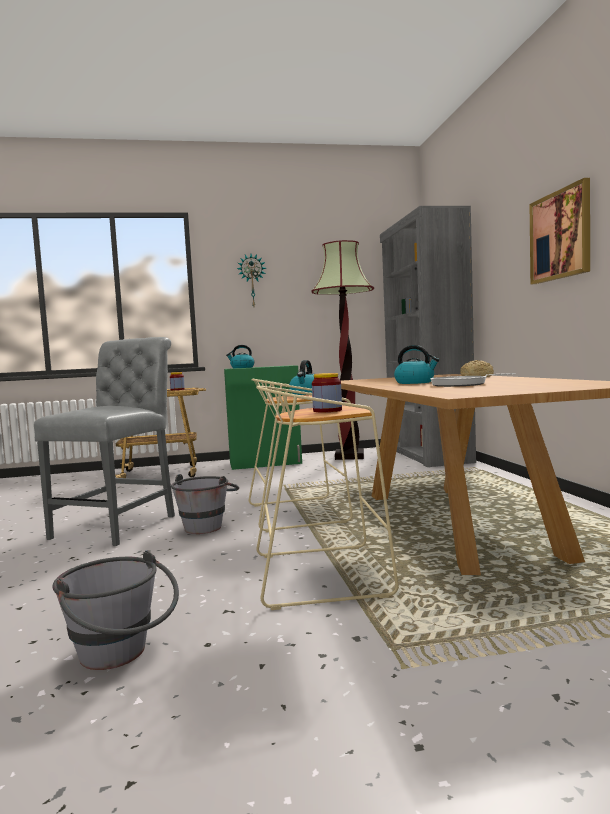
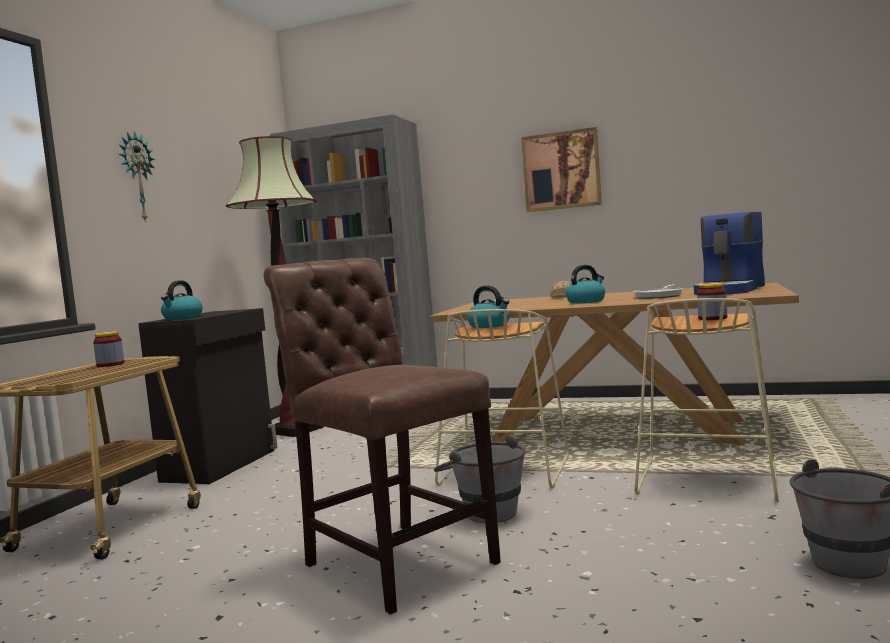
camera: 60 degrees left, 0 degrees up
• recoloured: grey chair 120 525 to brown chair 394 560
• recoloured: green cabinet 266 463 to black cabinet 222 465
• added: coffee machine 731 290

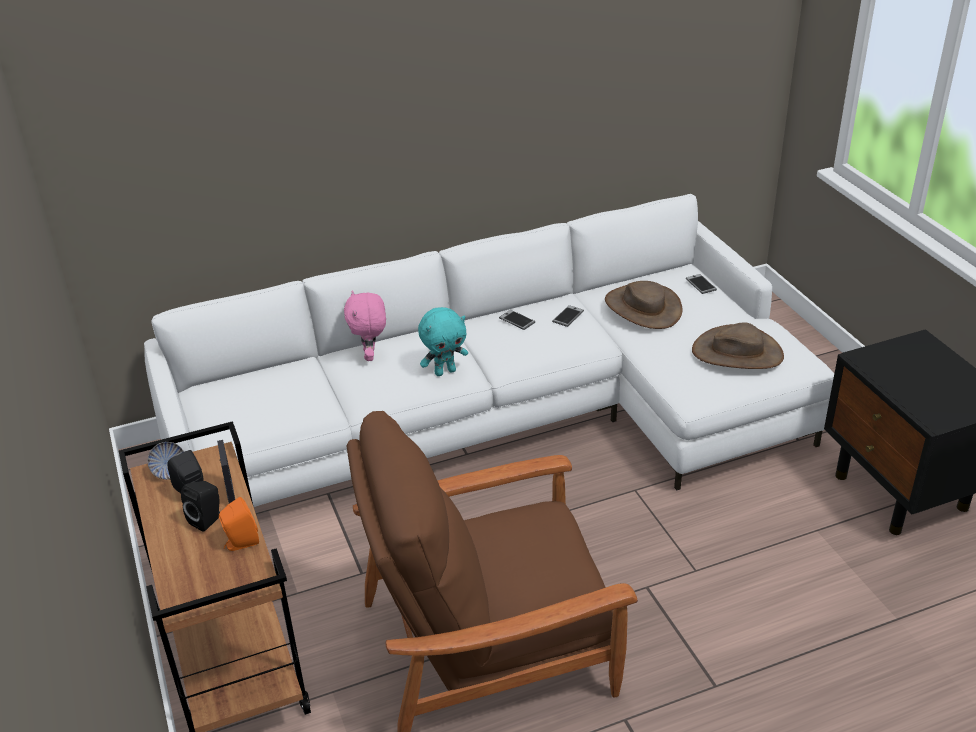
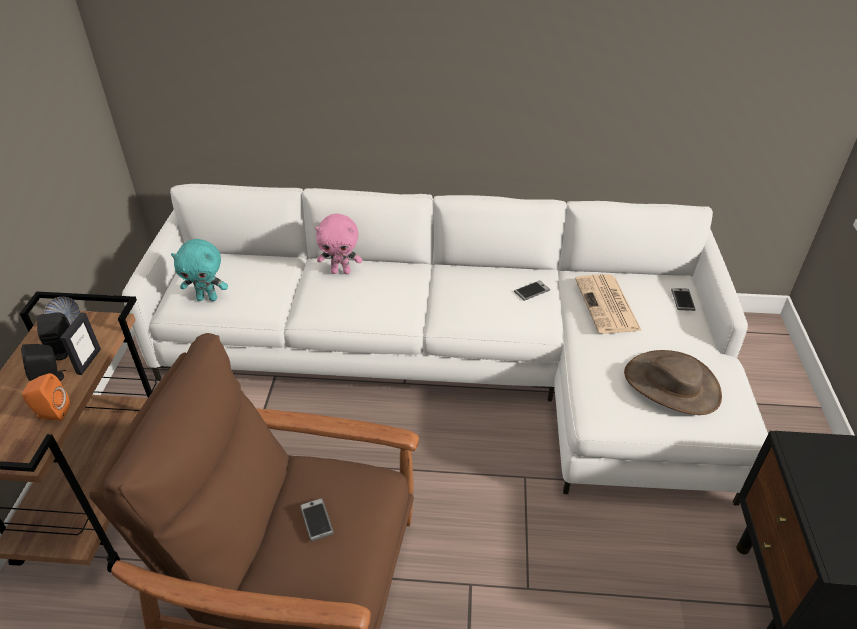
camera: 25 degrees right, 5 degrees up
• replaced: brown hat 643 308 to newspaper 608 305
• turned: pink plush toy 370 355 = 341 271 105 degrees counterclockwise
• moved: turquoise plush toy 445 371 to 207 298
• moved: phone 517 320 to 316 520

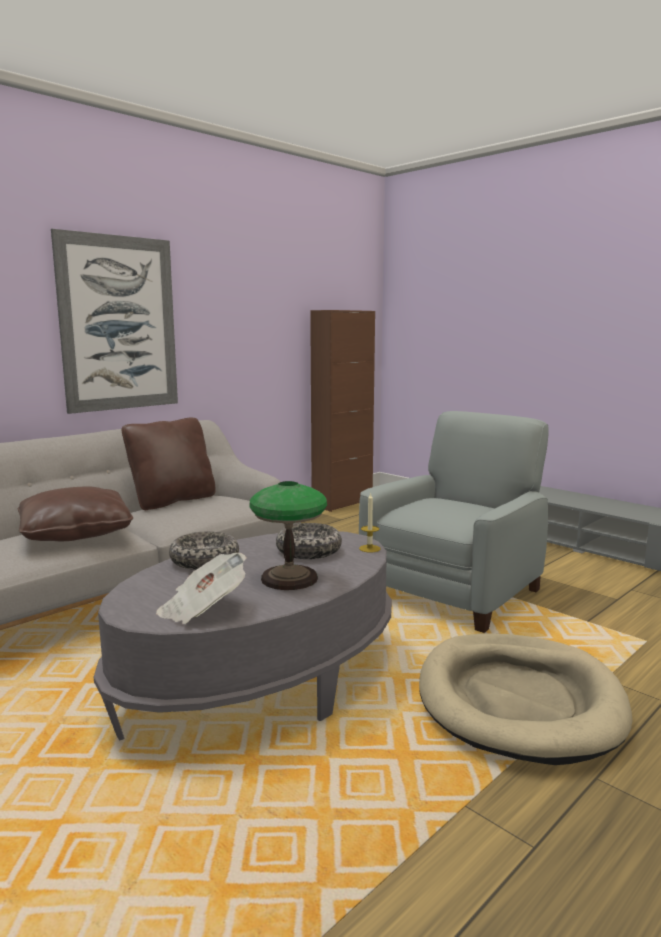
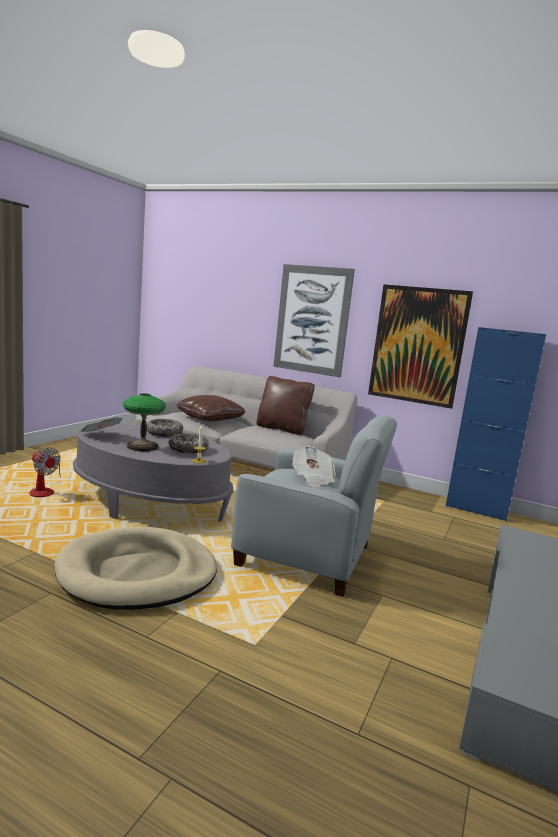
camera: 70 degrees right, 0 degrees up
• recoloured: brown cabinet 342 503 to blue cabinet 476 509
• added: picture 417 345
• added: newspaper 312 478
• added: fan 44 490

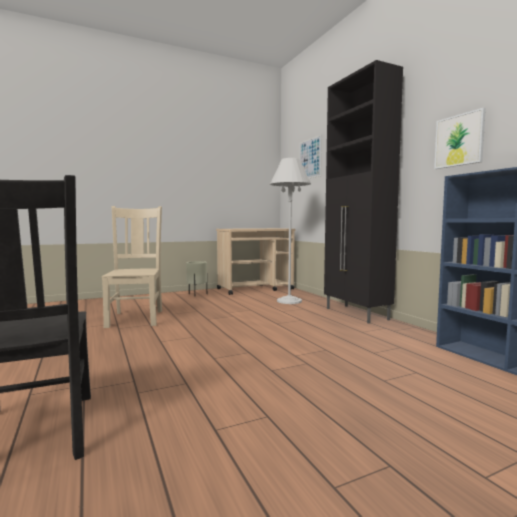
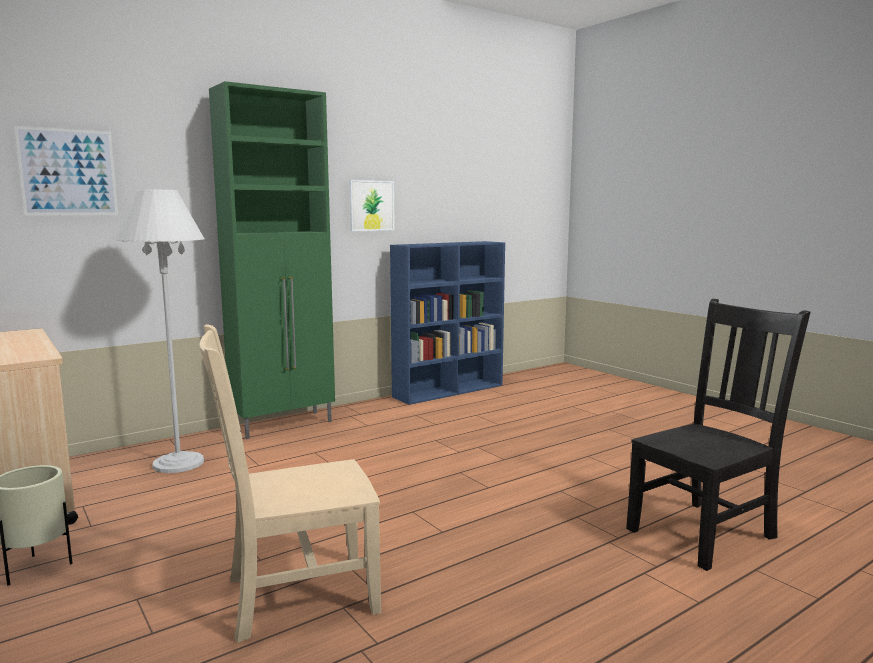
camera: 100 degrees left, 5 degrees up
• recoloured: black cabinet 356 314 to green cabinet 285 425

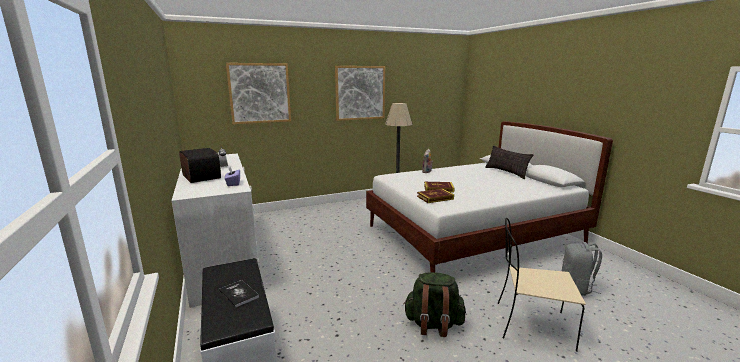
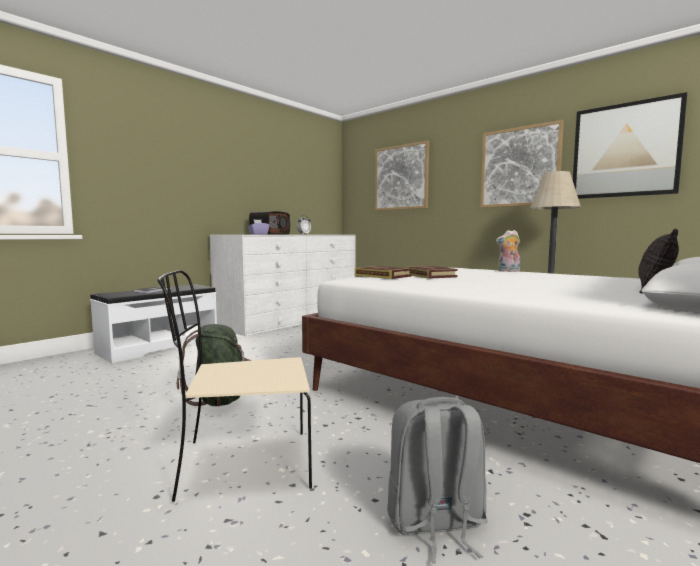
camera: 65 degrees right, 10 degrees down
• turned: beige chair 531 325 = 242 464 90 degrees counterclockwise
• added: picture 625 150

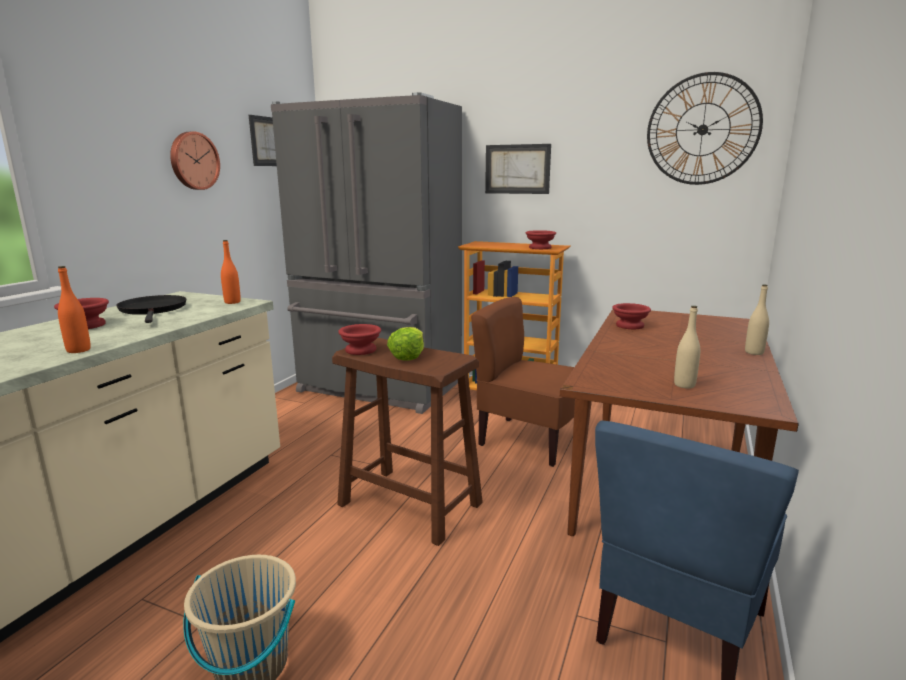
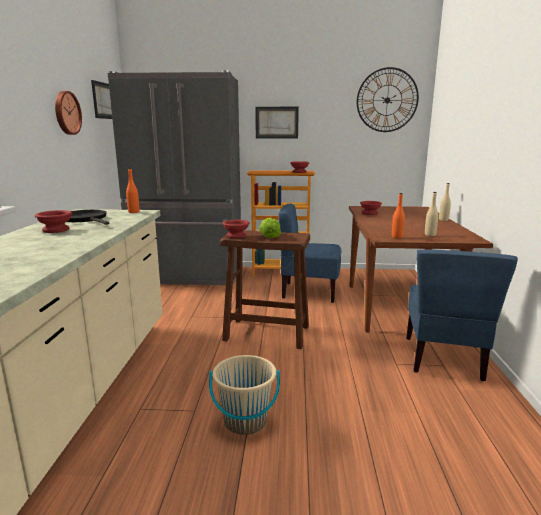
camera: 20 degrees left, 0 degrees up
• moved: orange bottle 78 350 to 397 237
• recoloured: brown chair 529 440 to blue chair 309 292

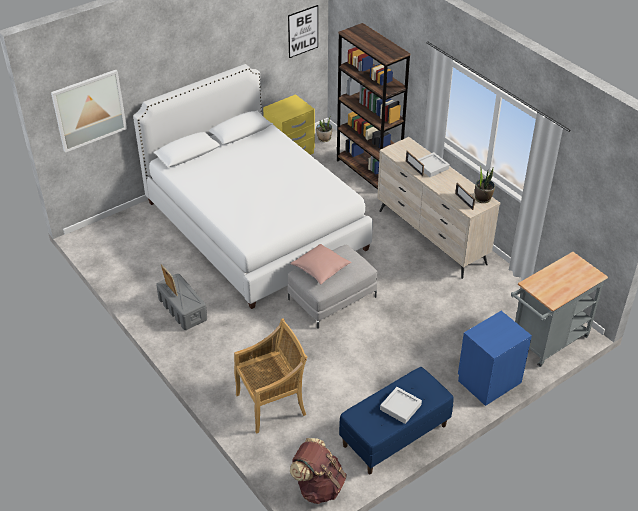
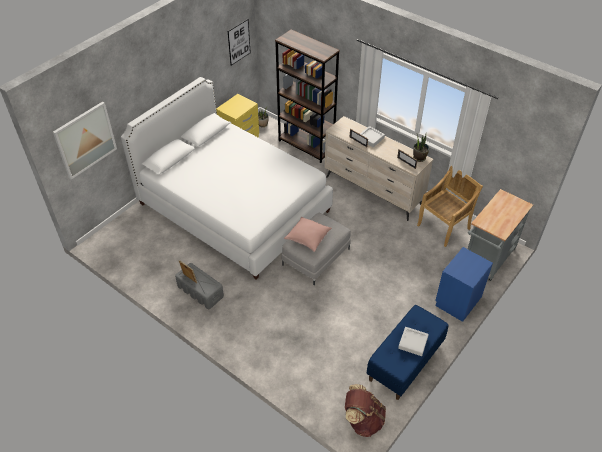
camera: 15 degrees left, 5 degrees up
• moved: beige chair 272 404 to 444 226

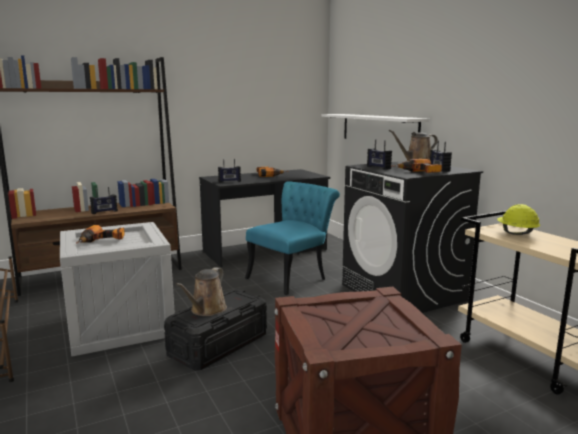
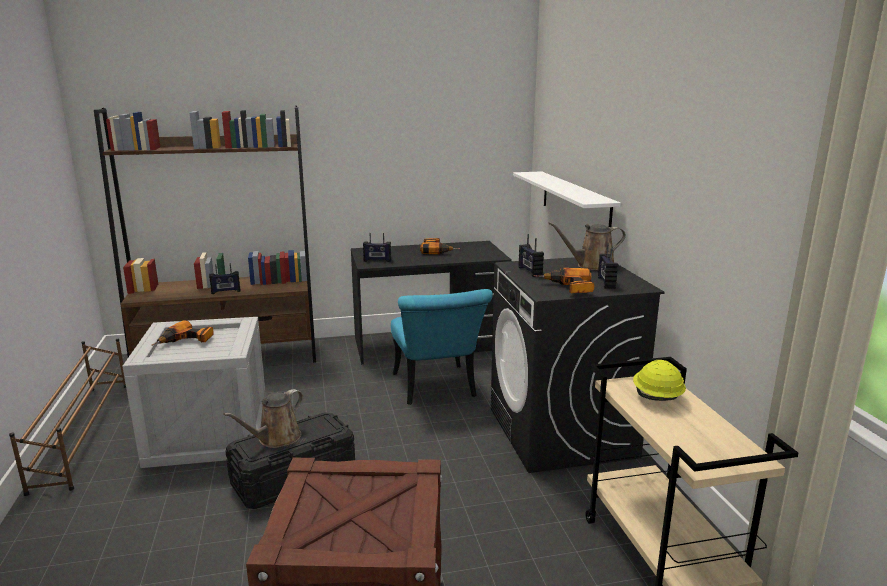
camera: 15 degrees right, 5 degrees up
• turned: turquoise chair 292 277 = 436 389 105 degrees clockwise

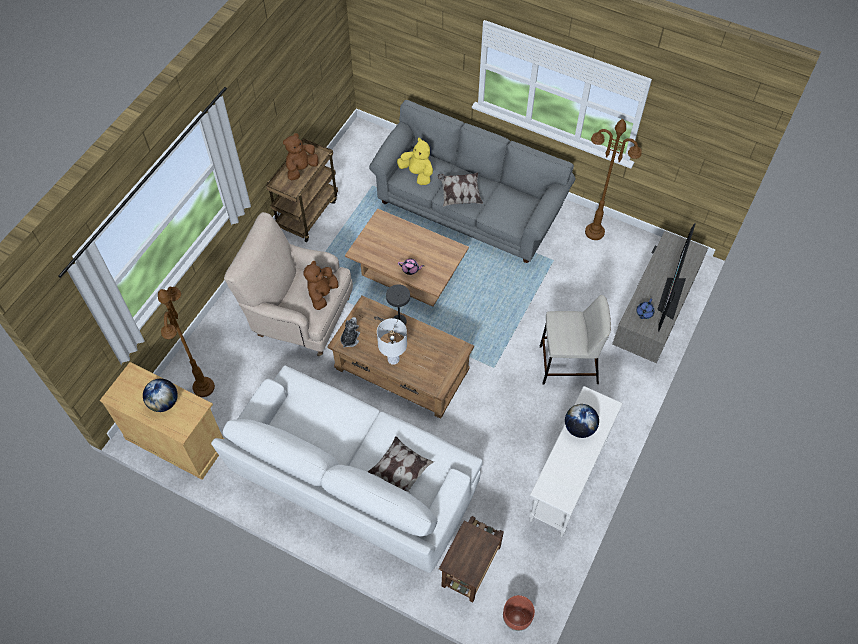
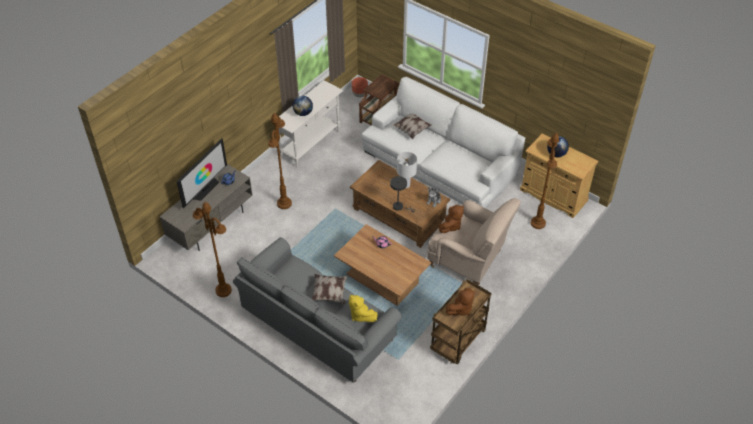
camera: 170 degrees left, 10 degrees down
• replaced: beige stool 567 365 to brown floor lamp 284 203

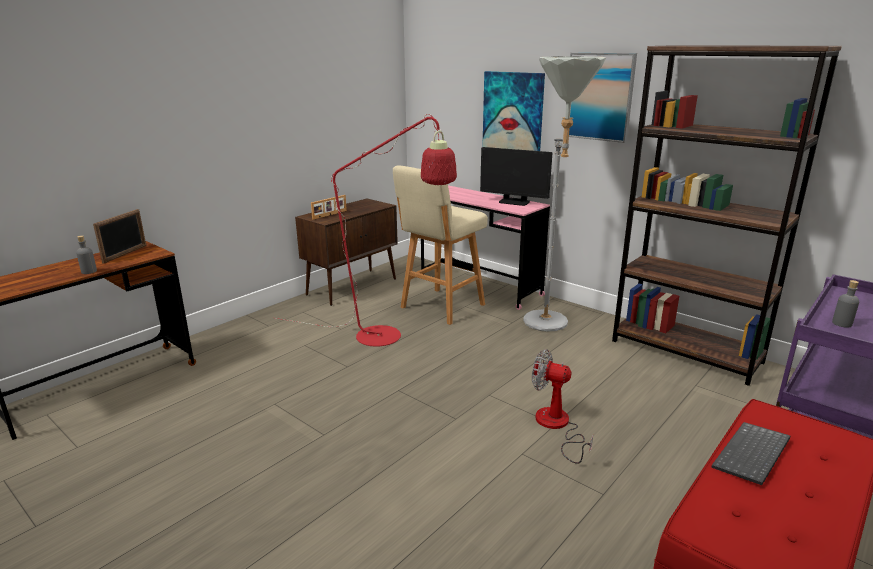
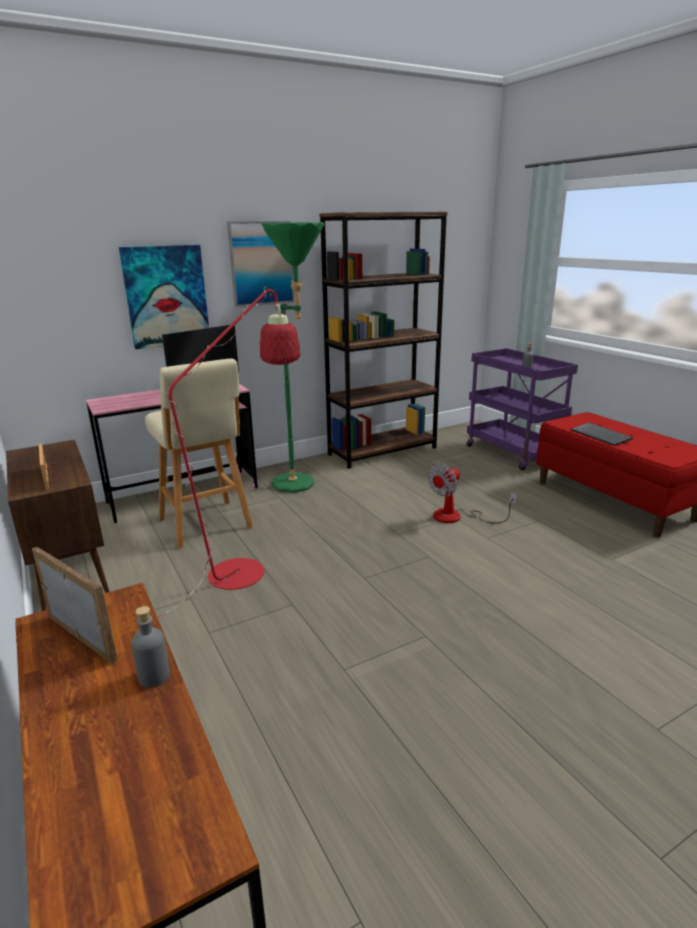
camera: 70 degrees left, 0 degrees up
• recoloured: grey floor lamp 549 326 to green floor lamp 302 484

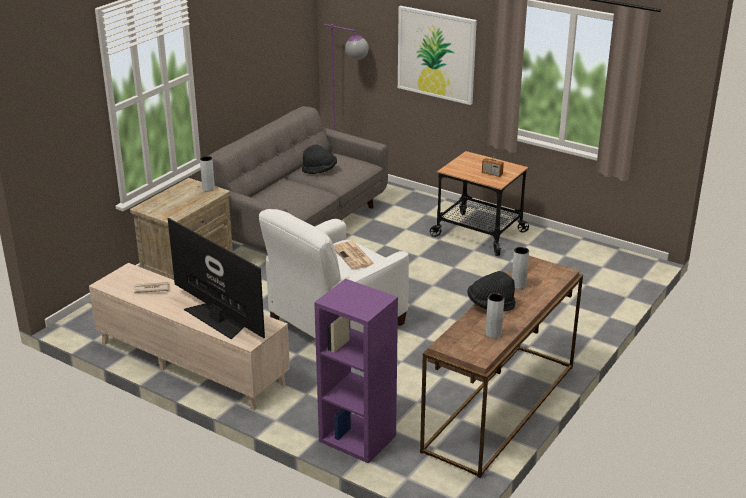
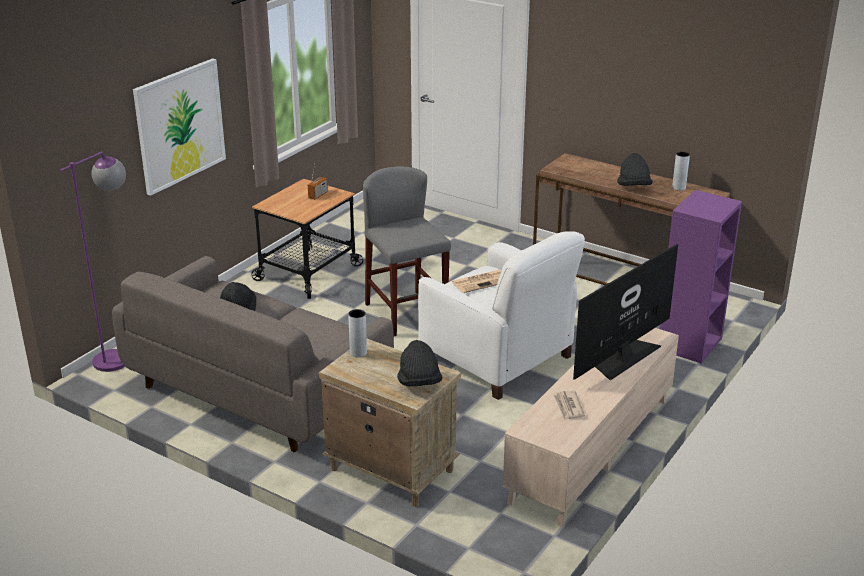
camera: 90 degrees left, 0 degrees up
• removed: grey vase 518 285
• added: grey stool 406 313
• added: black hat 419 383

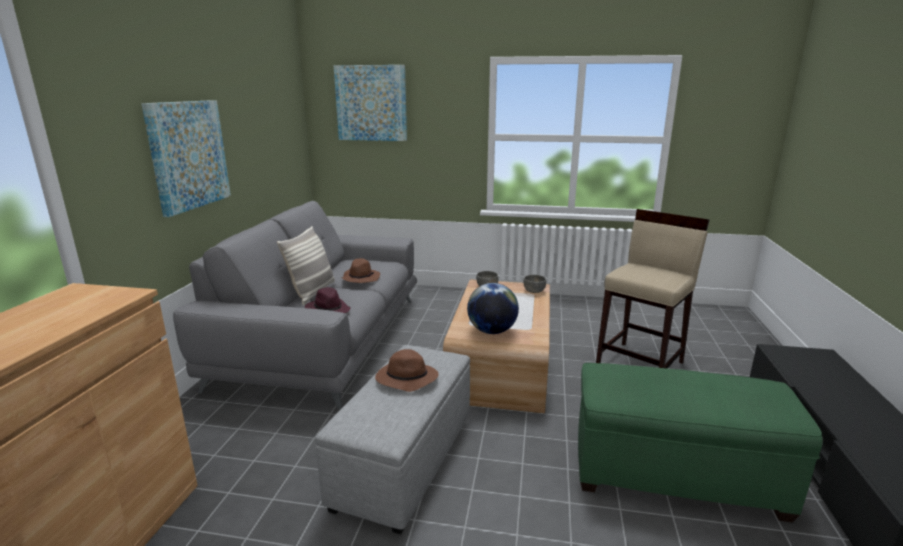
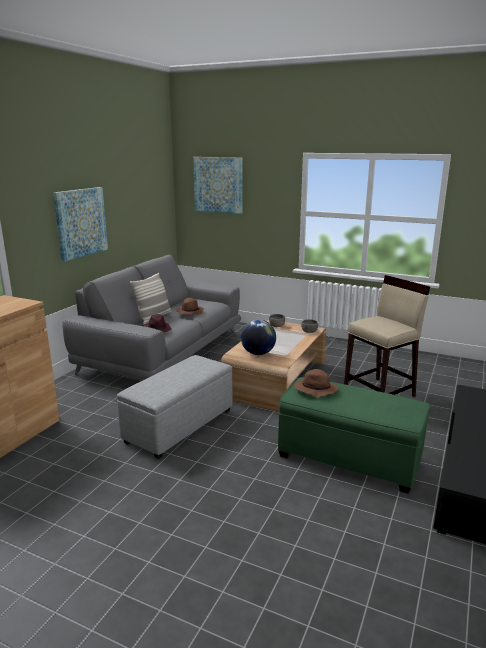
camera: 15 degrees right, 0 degrees up
• moved: brown hat 405 379 to 315 390

